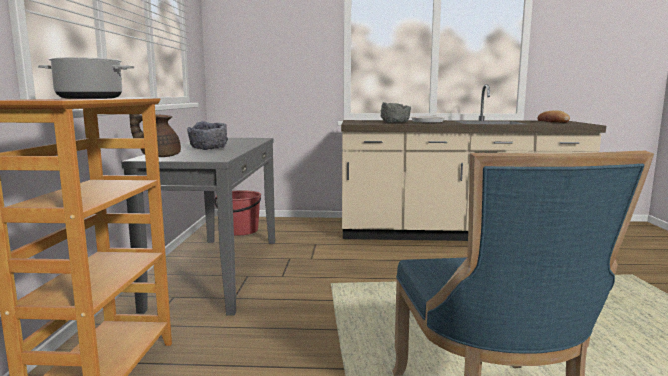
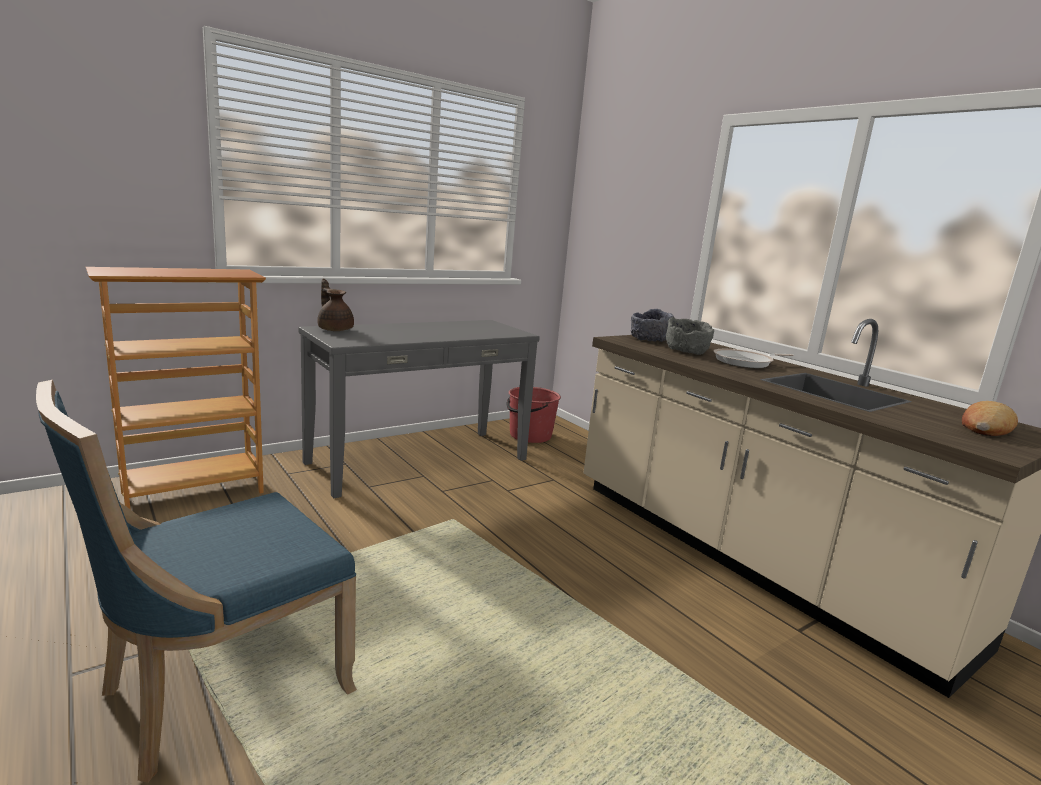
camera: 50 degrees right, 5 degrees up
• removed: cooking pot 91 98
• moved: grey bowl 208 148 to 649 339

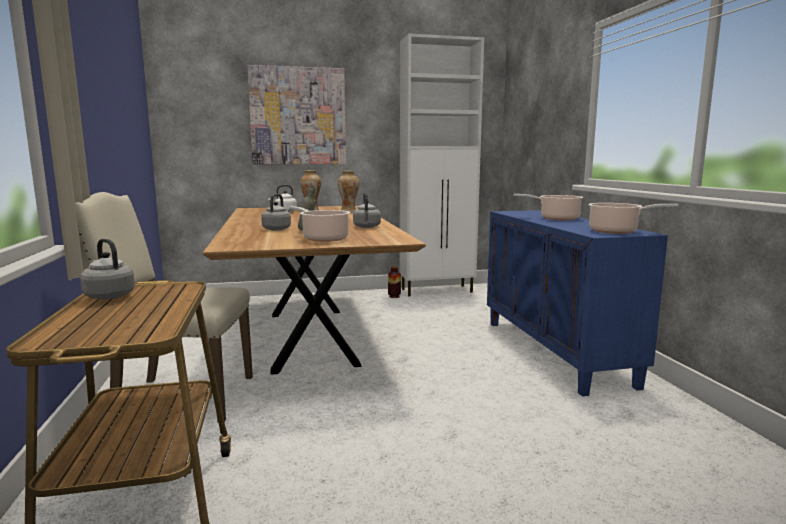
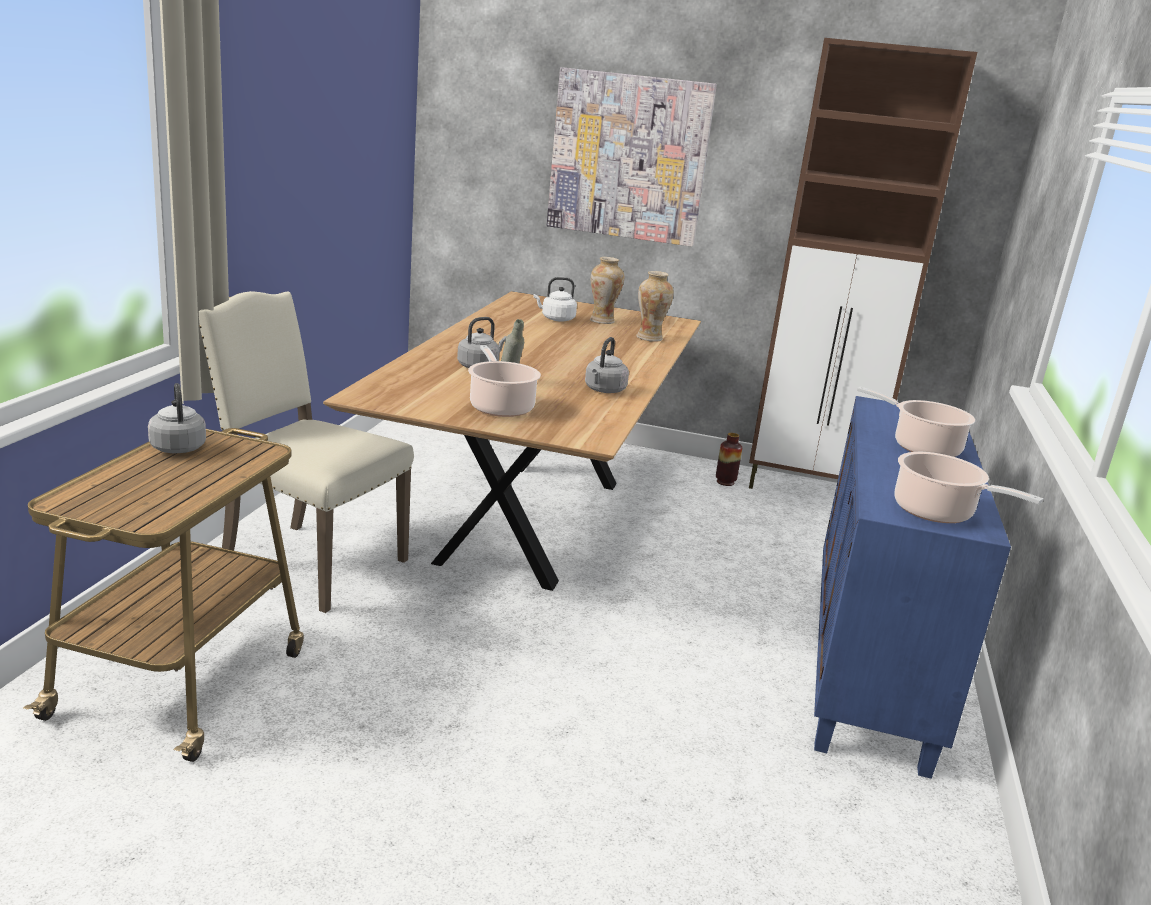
camera: 25 degrees right, 10 degrees up
• recoloured: white cabinet 438 291 to brown cabinet 809 490

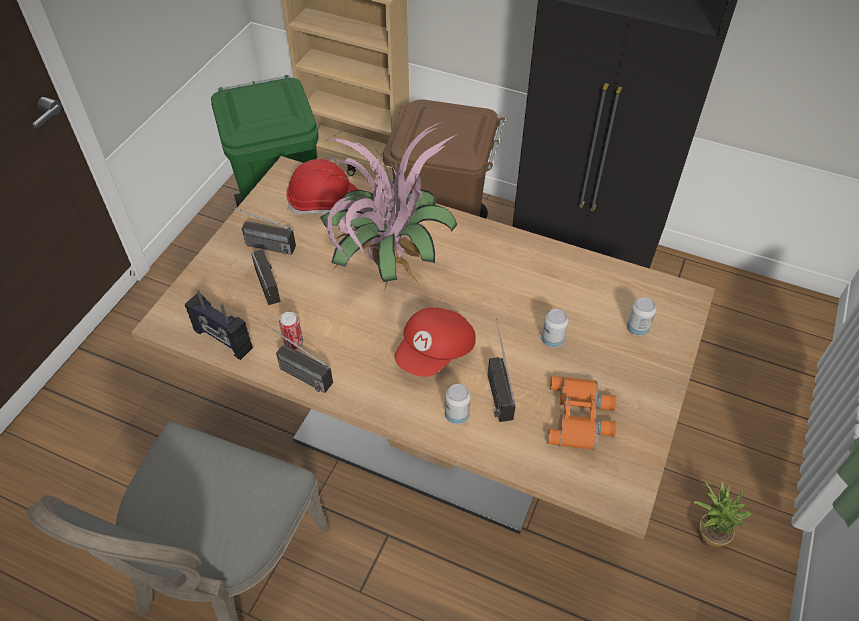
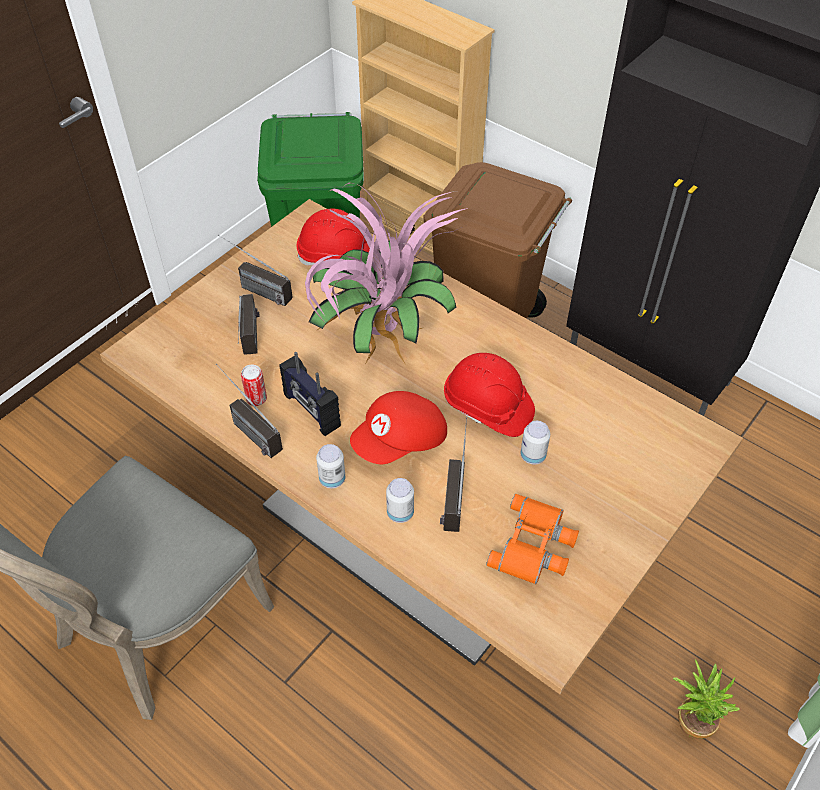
camera: 15 degrees right, 0 degrees up
• moved: radio 222 340 to 311 411
• moved: can 637 329 to 332 479
• added: red hard hat 488 407

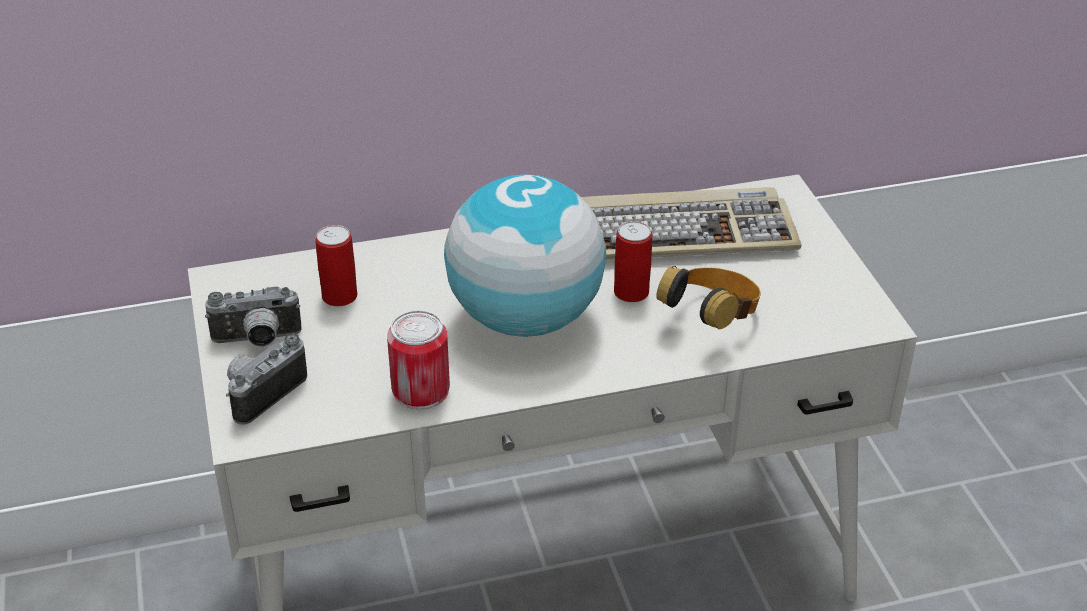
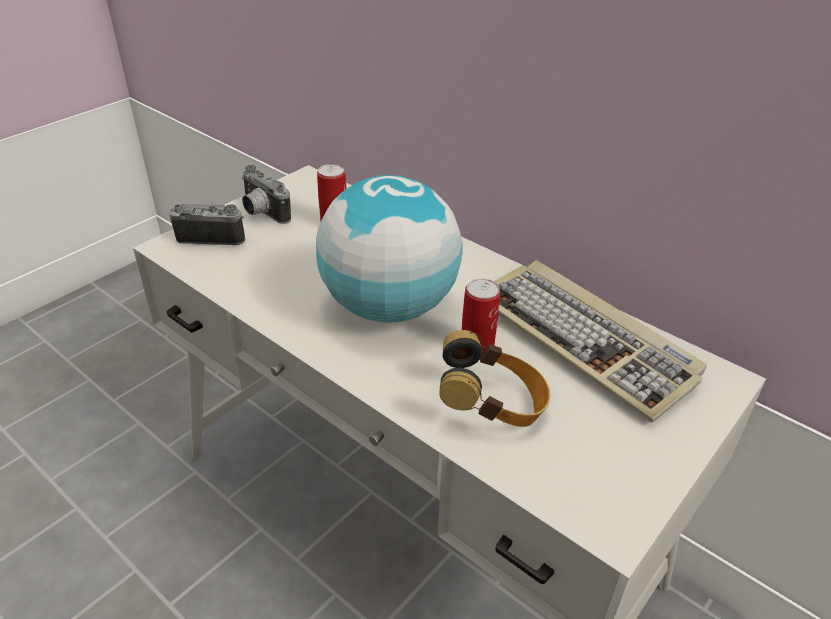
camera: 55 degrees right, 0 degrees up
• removed: can 420 390

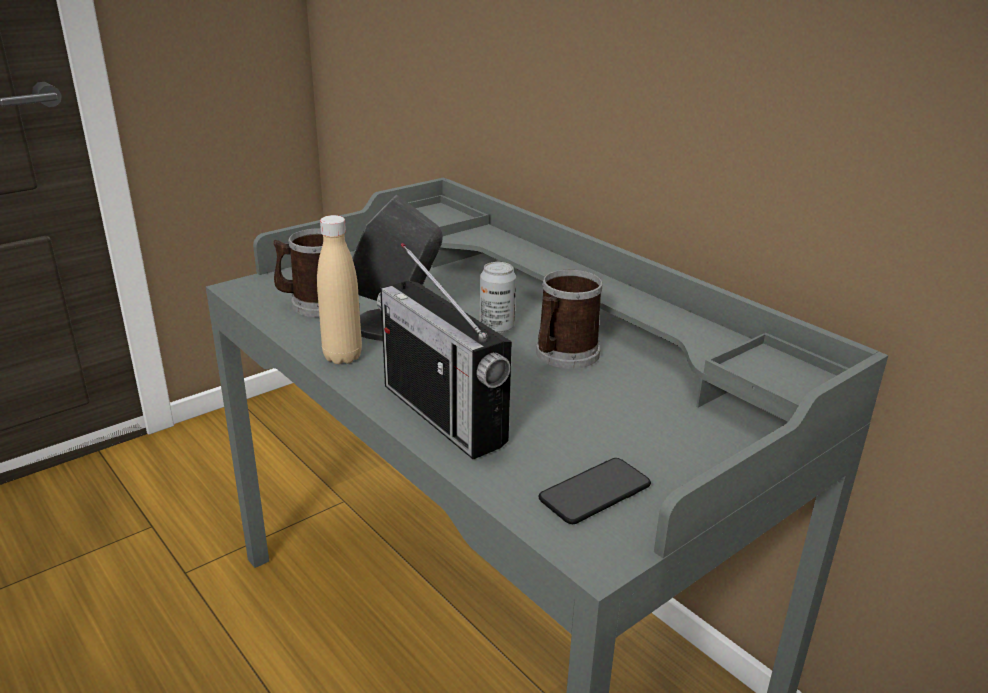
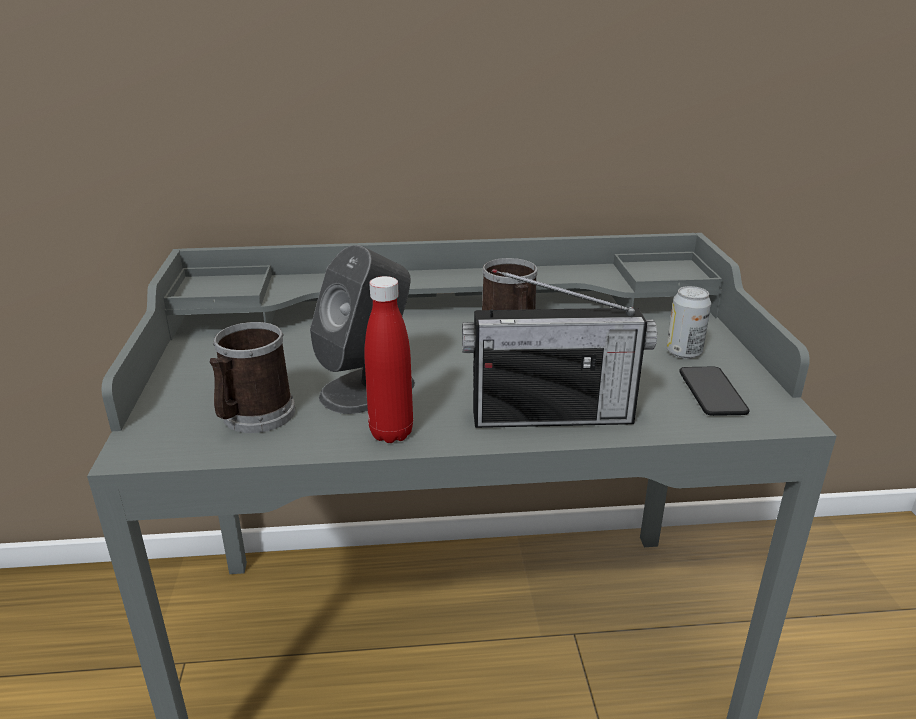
camera: 55 degrees left, 0 degrees up
• recoloured: beige bottle 342 357 to red bottle 391 433
• moved: can 496 327 to 684 352

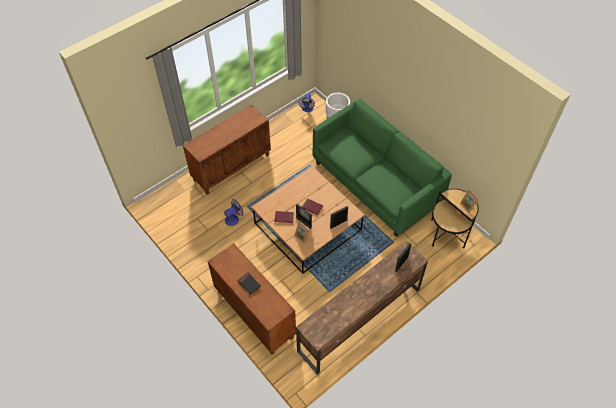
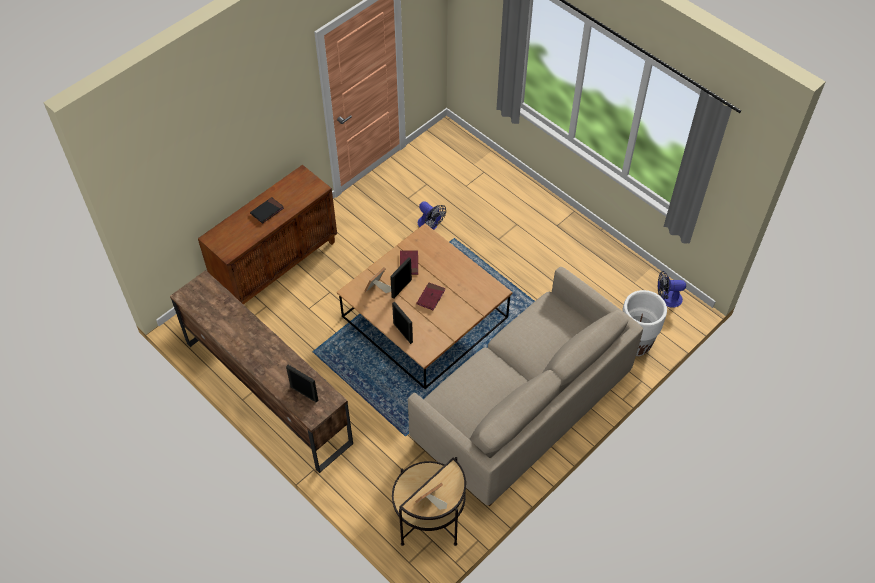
camera: 85 degrees right, 0 degrees up
• recoloured: green sofa 376 183 to beige sofa 521 408
• removed: brown cabinet 232 167

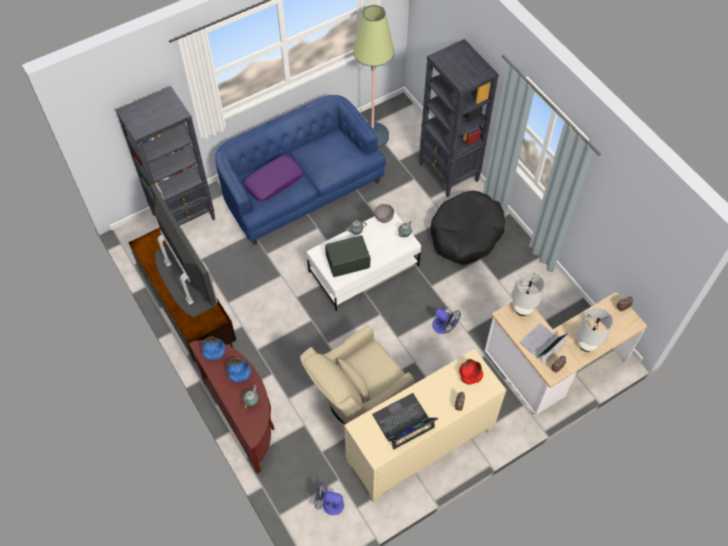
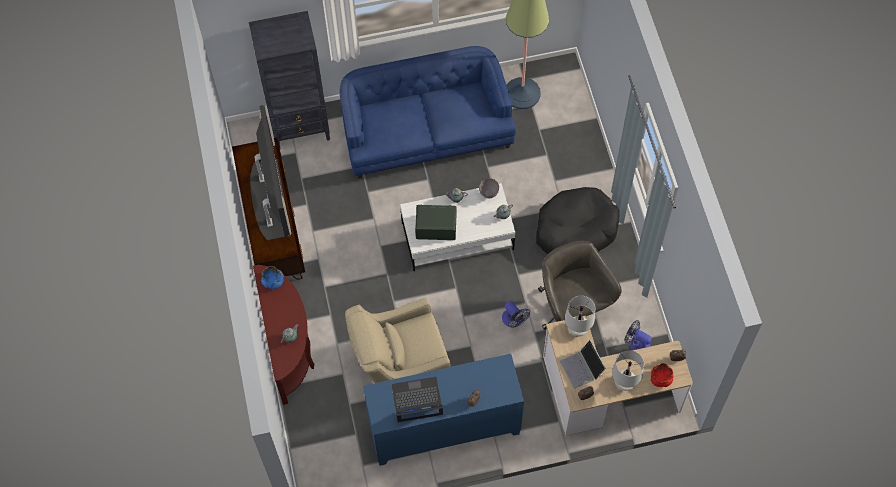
camera: 20 degrees right, 5 degrees up
• removed: black bookcase 449 173
• removed: purple pillow 274 182
• turned: laptop 542 343 = 582 368 90 degrees counterclockwise
• recoloured: beige cabinet 421 445 to blue cabinet 444 428
• removed: blue bowl 239 374
• moved: red bowl 470 376 to 660 378
• moved: fan 329 504 to 636 344
• added: grey office chair 572 309

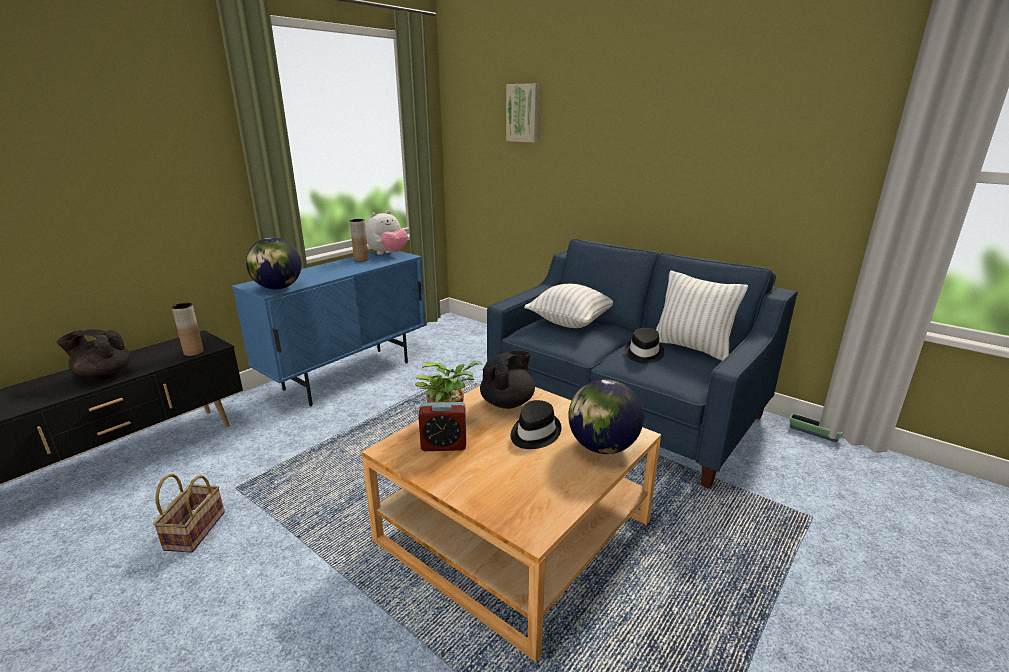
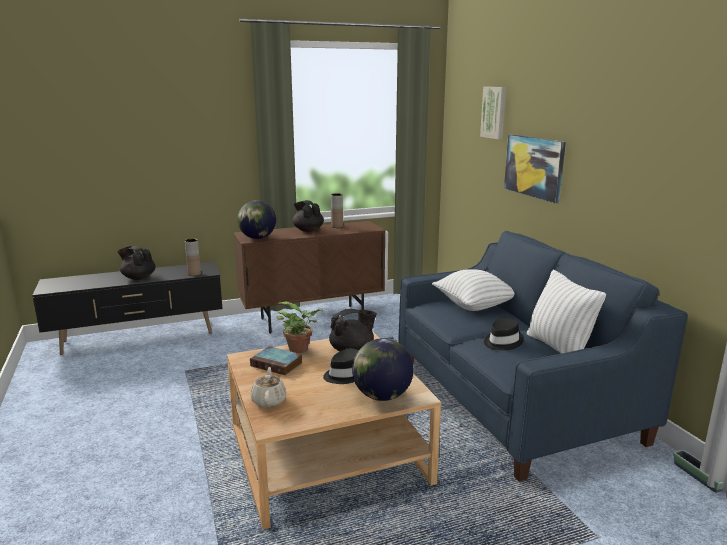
camera: 30 degrees right, 5 degrees down
• removed: plush toy 387 254
• recoloured: blue cabinet 348 375 to brown cabinet 312 319
• replaced: alarm clock 444 445 to book 277 364
• removed: basket 195 529
• added: picture 534 167
• added: black teapot 308 230
• added: beige teapot 269 400

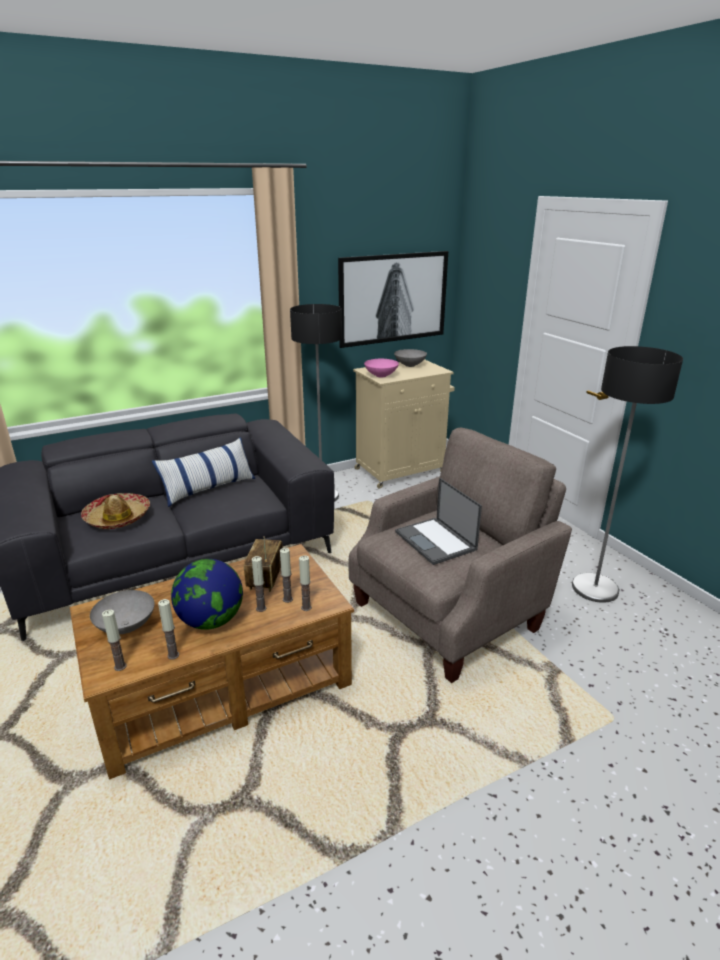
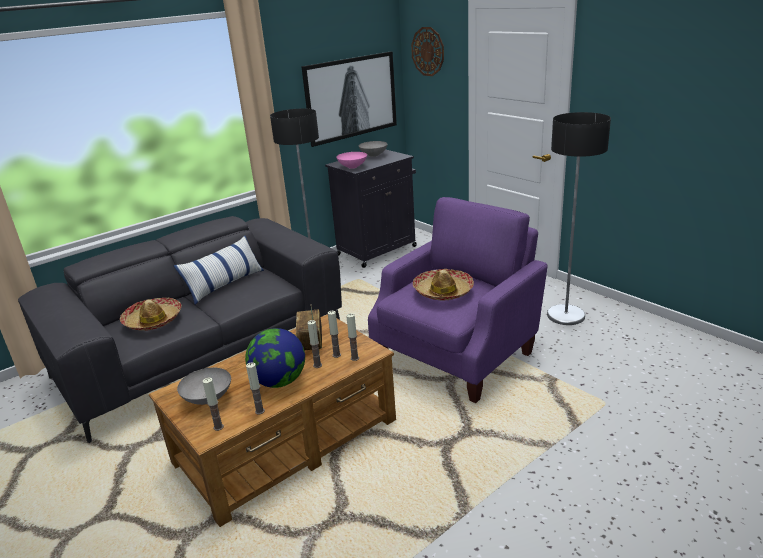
camera: 10 degrees left, 0 degrees up
• recoloured: beige cabinet 401 470 to black cabinet 378 250
• recoloured: beige armchair 450 614 to purple armchair 457 354
• replaced: laptop 436 541 to hat 443 291
• added: wall clock 428 51

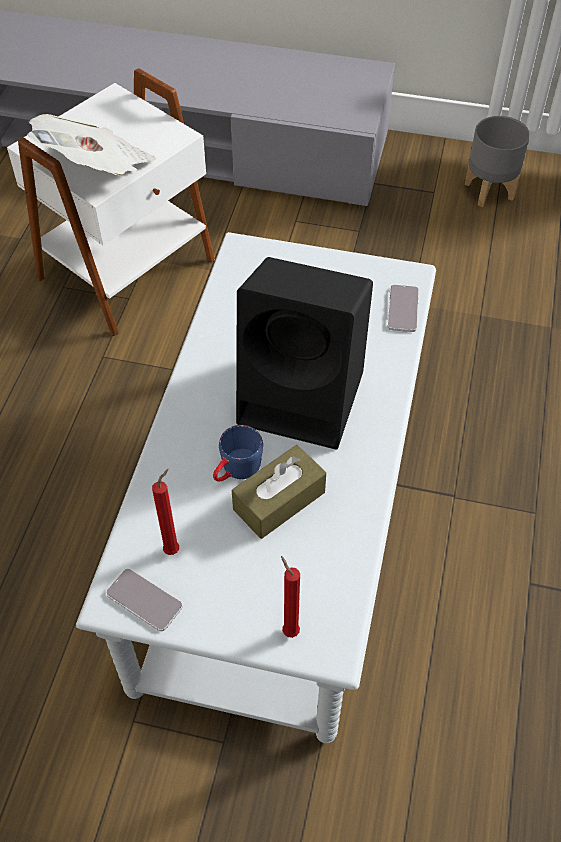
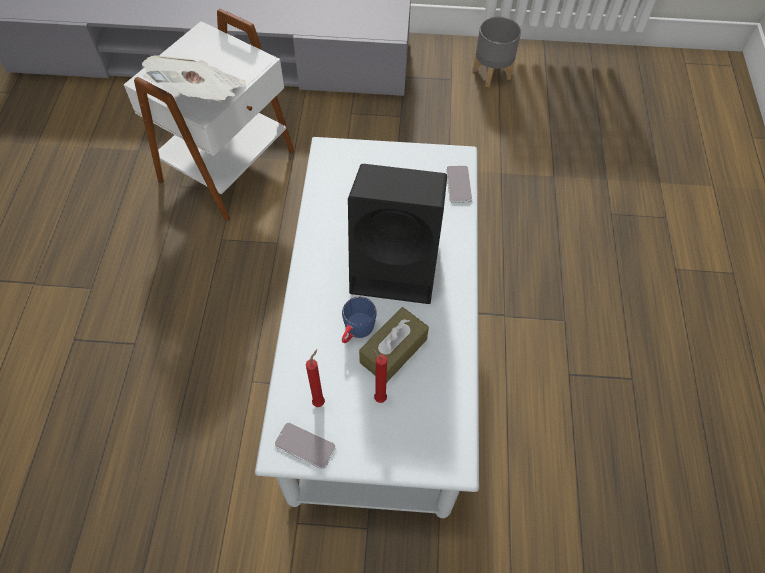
camera: 10 degrees left, 5 degrees up
• moved: red candle 289 630 to 378 397

